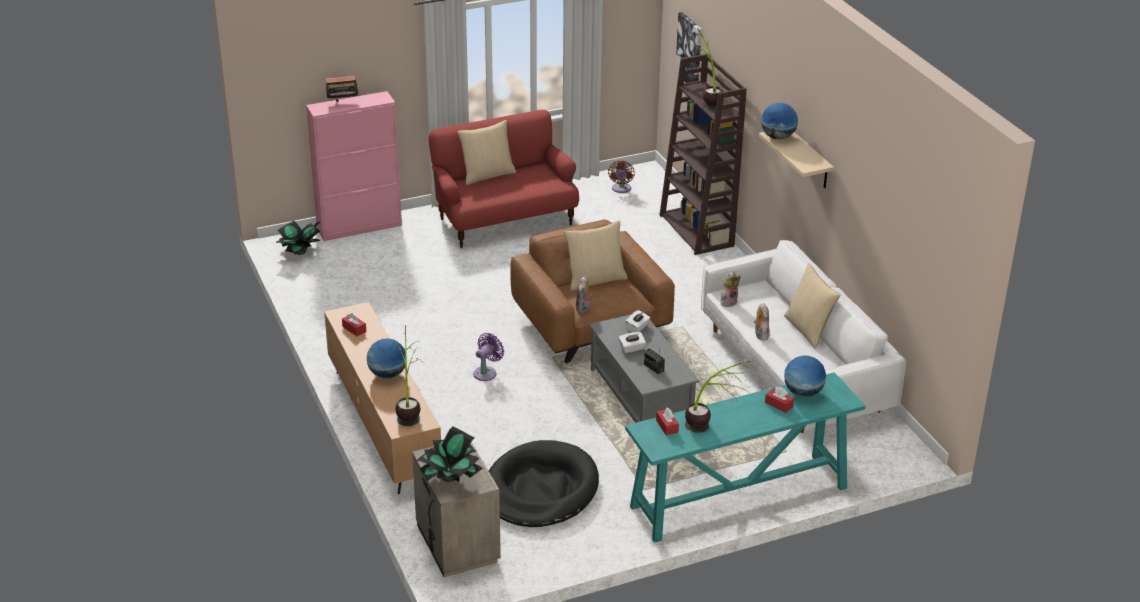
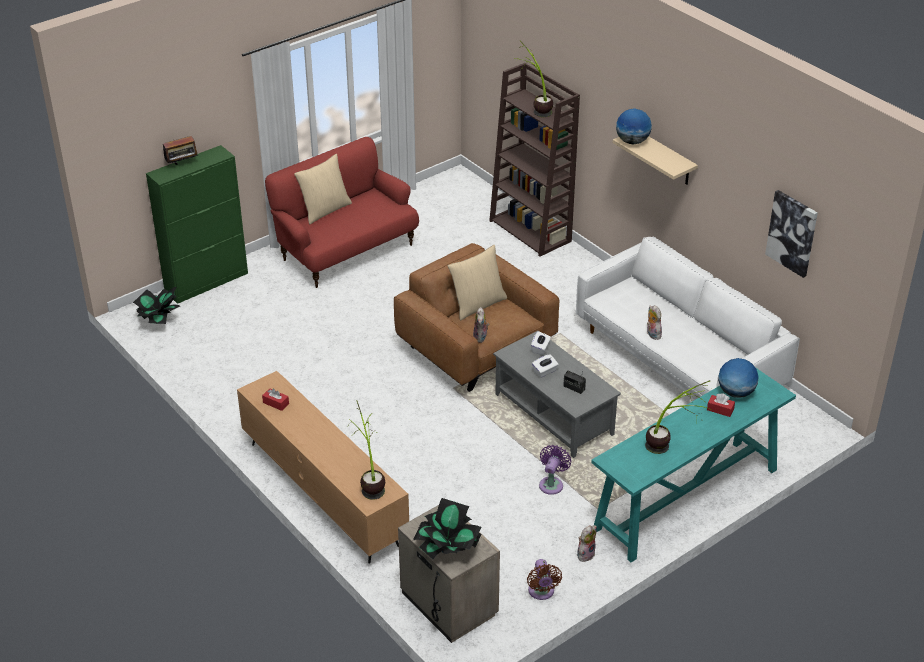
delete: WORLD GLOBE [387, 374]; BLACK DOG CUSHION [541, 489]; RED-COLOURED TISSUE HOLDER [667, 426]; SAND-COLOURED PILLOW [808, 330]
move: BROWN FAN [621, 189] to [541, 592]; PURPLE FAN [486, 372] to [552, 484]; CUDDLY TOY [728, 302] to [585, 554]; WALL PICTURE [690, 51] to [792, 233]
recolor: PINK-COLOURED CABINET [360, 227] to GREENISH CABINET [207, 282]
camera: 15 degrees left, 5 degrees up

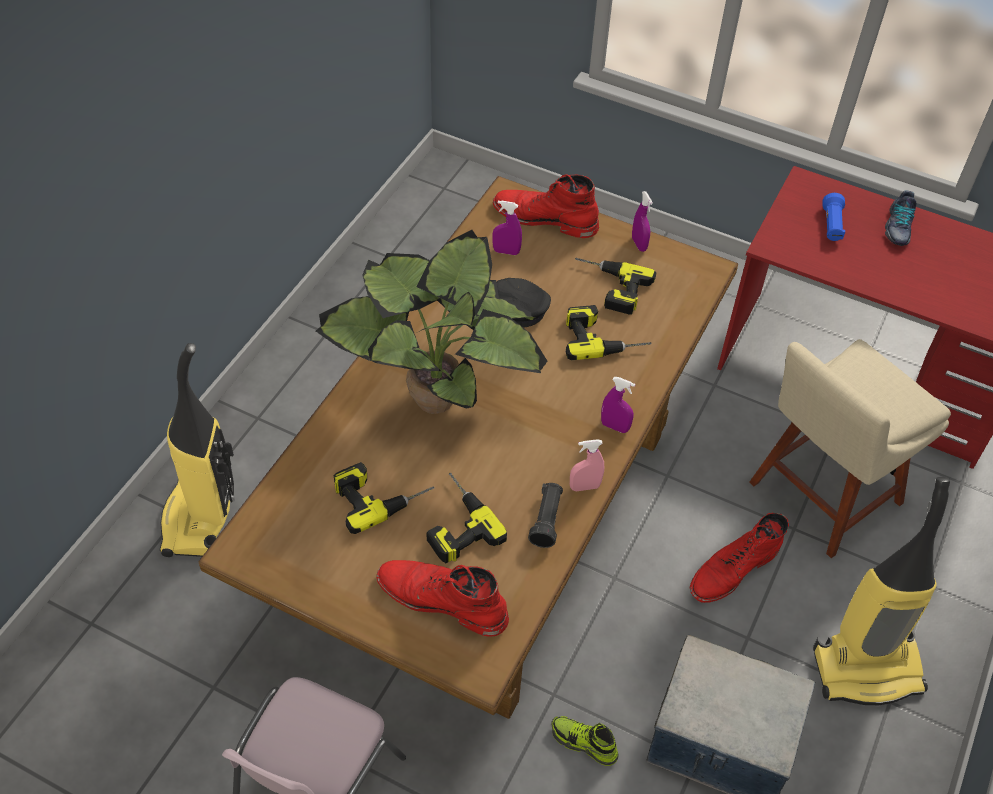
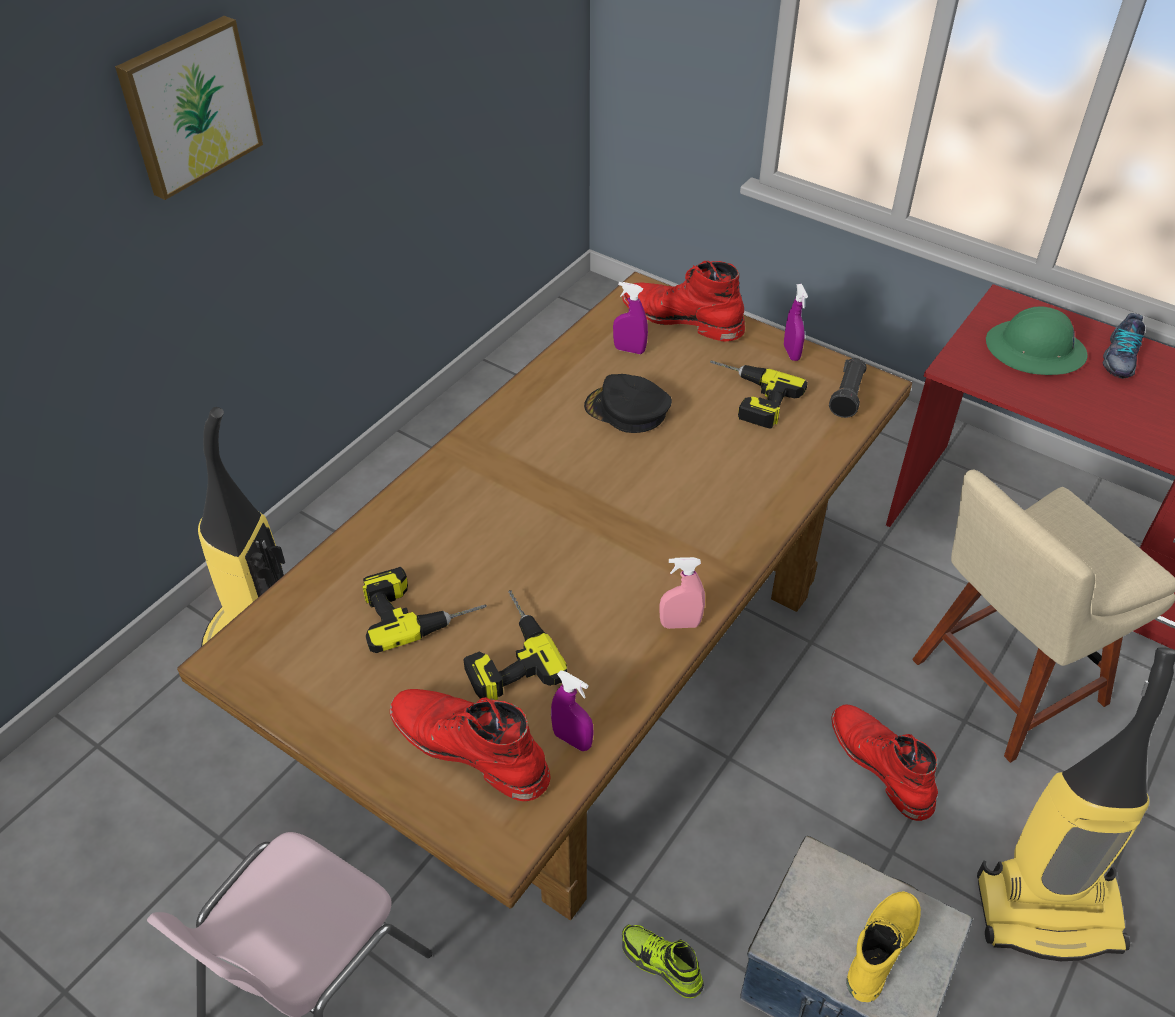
delete: PLANT IN A POT [437, 392]; POWER DRILL [603, 336]
insert: WALL PICTURE [188, 106]; YELLOW TALL BOOT [879, 947]
move: PURPLE SPRAYER [615, 427] to [572, 740]; BLACK TORCH [546, 520] to [847, 396]
replace: BLUISH TORCH [831, 226] to GREENISH HARD HAT [1035, 351]
rotate: RED-COLOURED TALL BOOT [733, 570] = [881, 764] 90 degrees clockwise
camera: 10 degrees right, 5 degrees down

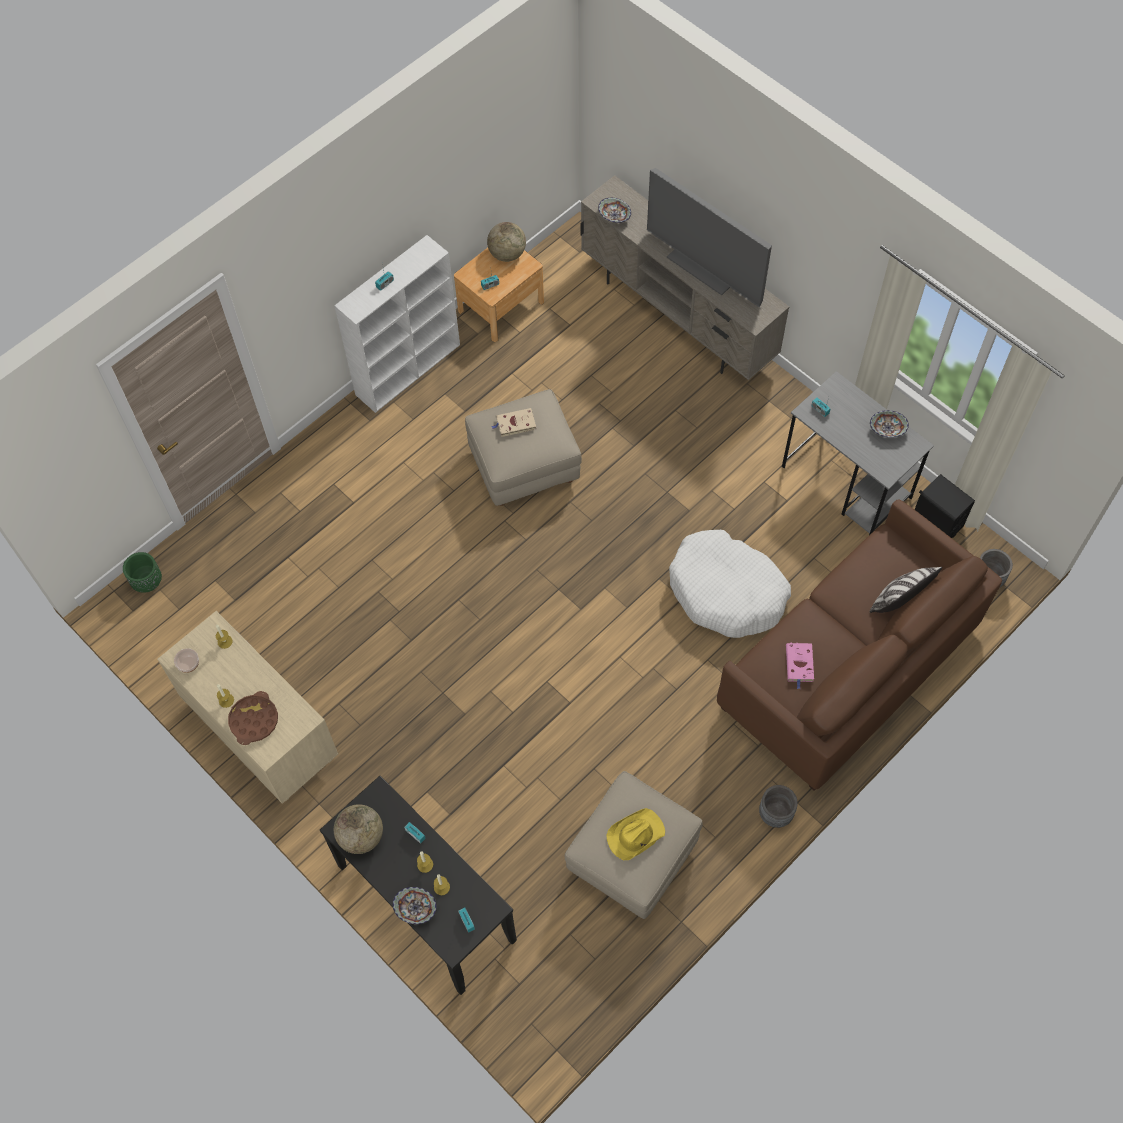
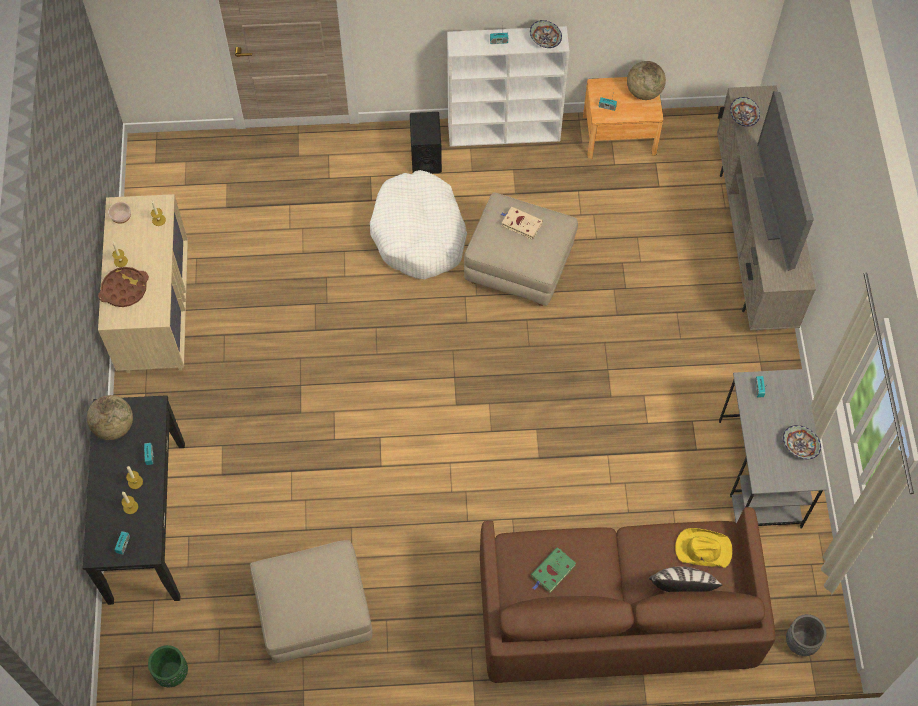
delete: GRAY PLANTER [775, 814]
move: GREENISH PLANTER [147, 582] to [171, 672]; WHITISH DOG CUSHION [726, 591] to [419, 234]; BLACK AUDIO SPEAKER [936, 522] to [426, 157]; SERVING BOWL [416, 908] to [545, 40]; YELLOW WEARABLE HAT [635, 835] to [702, 549]
recolor: PINK-COLOURED BOUND BOOK [799, 665] to GREENISH BOUND BOOK [552, 572]
camera: 40 degrees right, 0 degrees up

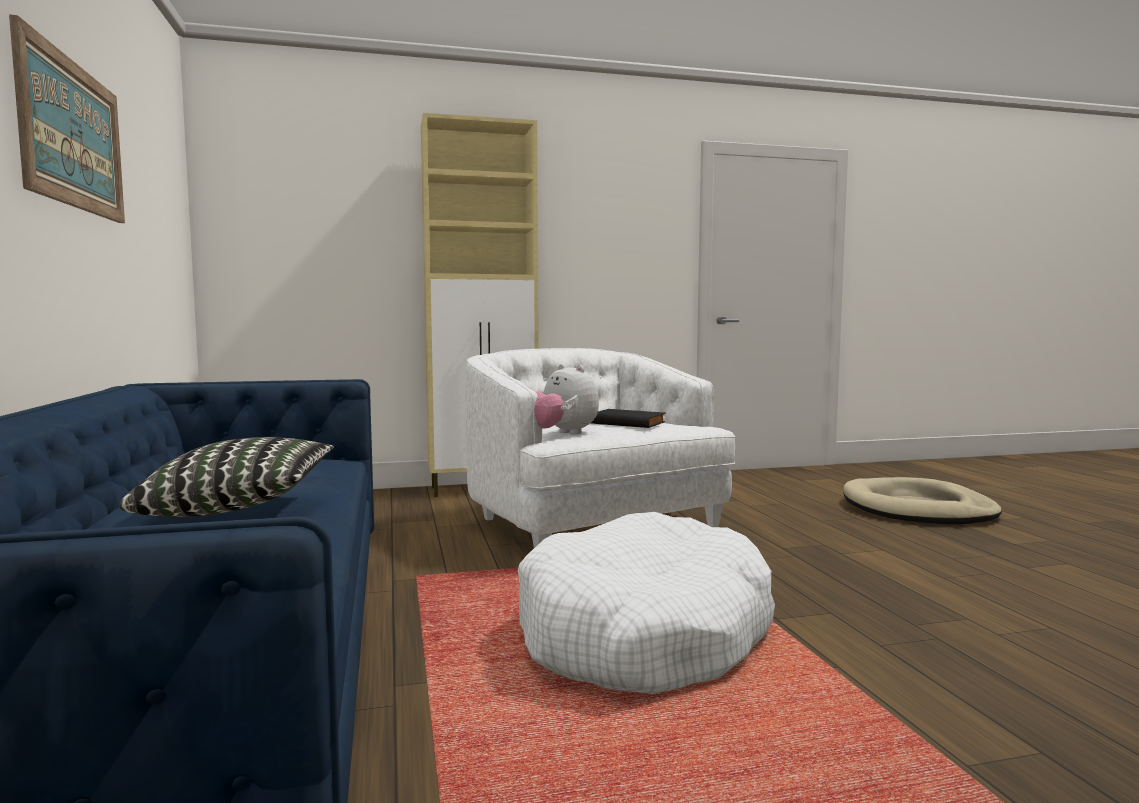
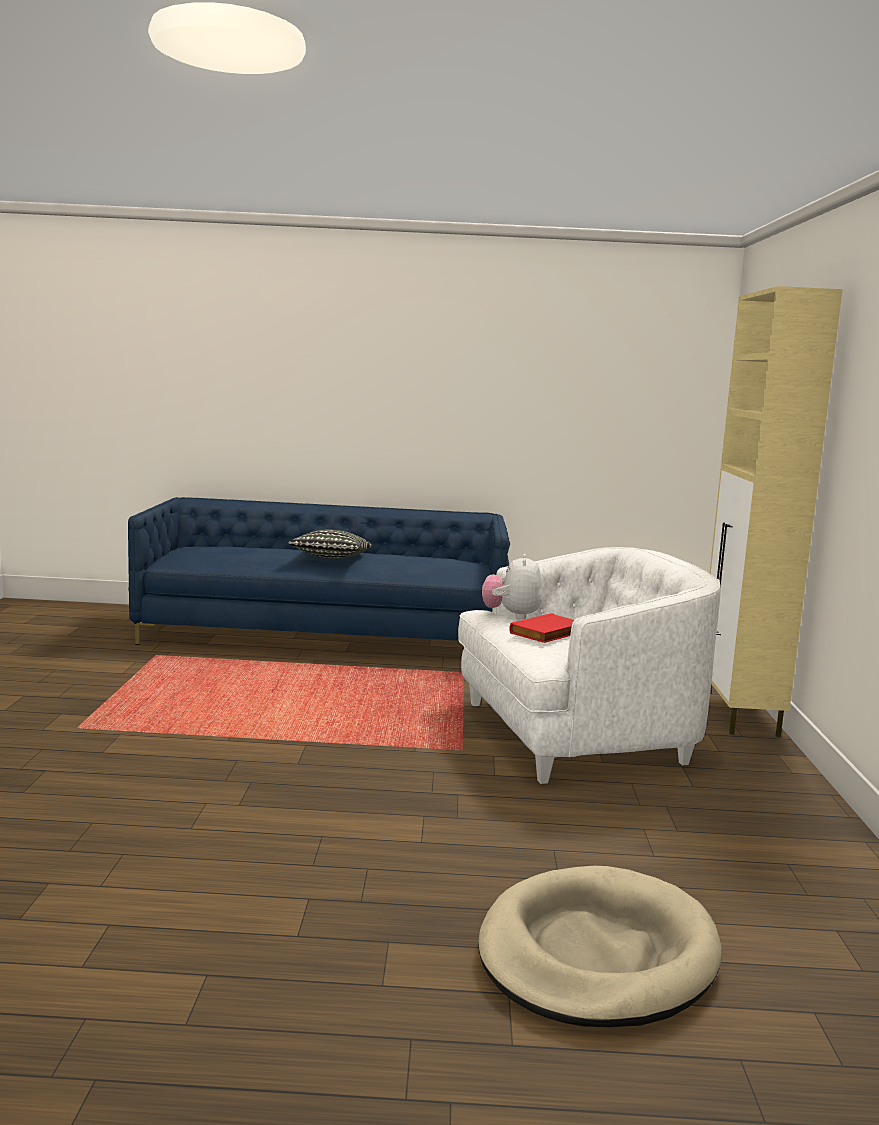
delete: WALL PICTURE [73, 135]; WHITISH DOG CUSHION [644, 634]
recolor: BLACK BOUND BOOK [628, 422] to RED-COLOURED BOUND BOOK [548, 633]
rotate: CUDDLY TOY [563, 434] = [511, 616] 60 degrees counterclockwise
camera: 105 degrees right, 5 degrees up

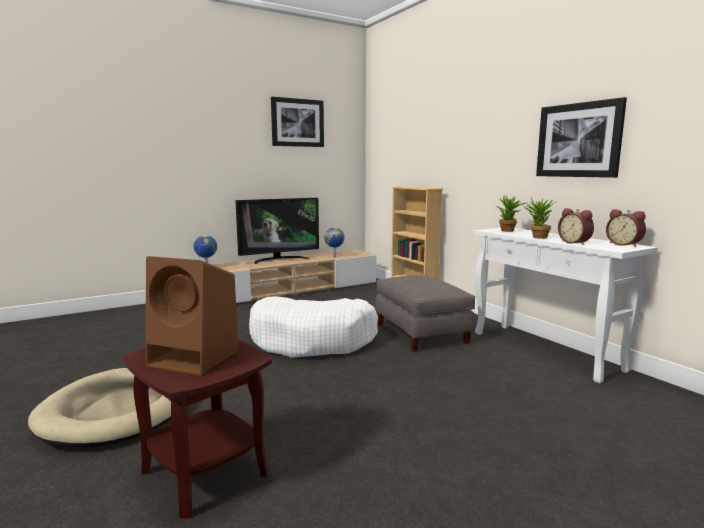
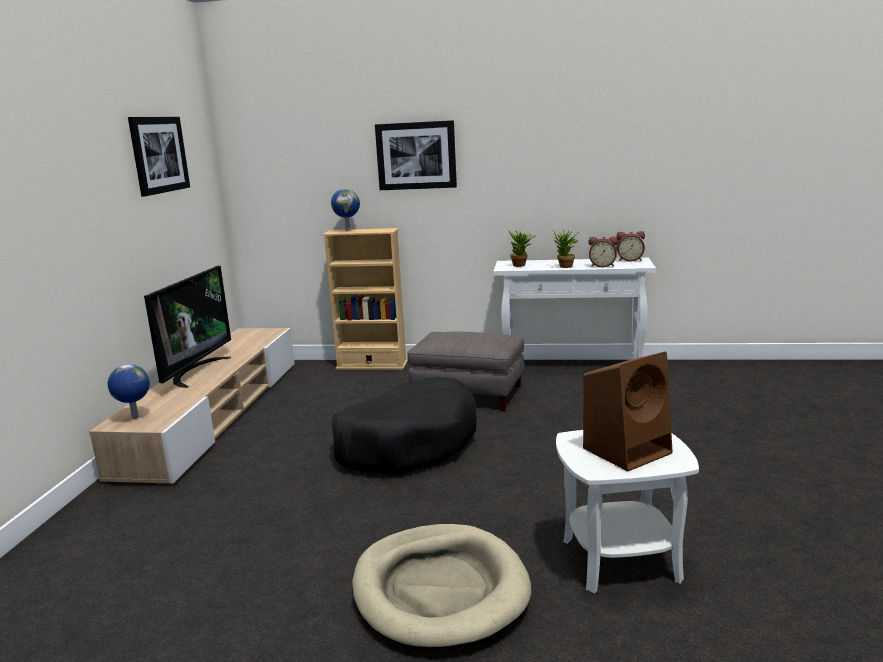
move: WORLD GLOBE [335, 256] to [348, 230]; WALL PICTURE [578, 140] to [416, 155]
recolor: WHITISH DOG CUSHION [313, 340] to BLACK DOG CUSHION [407, 443]; BROWN ACCENT TABLE [206, 472] to WHITISH ACCENT TABLE [620, 559]
camera: 50 degrees left, 5 degrees up

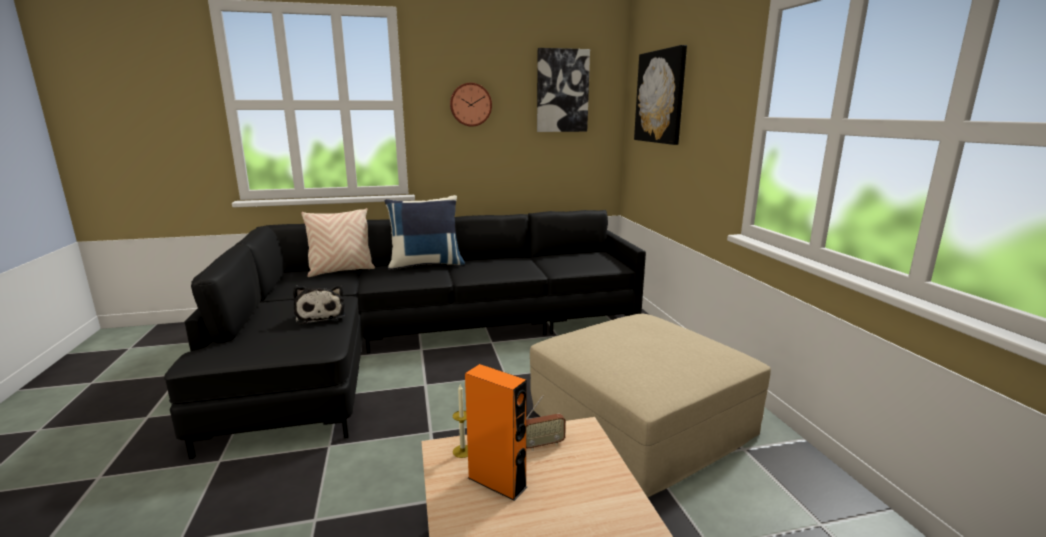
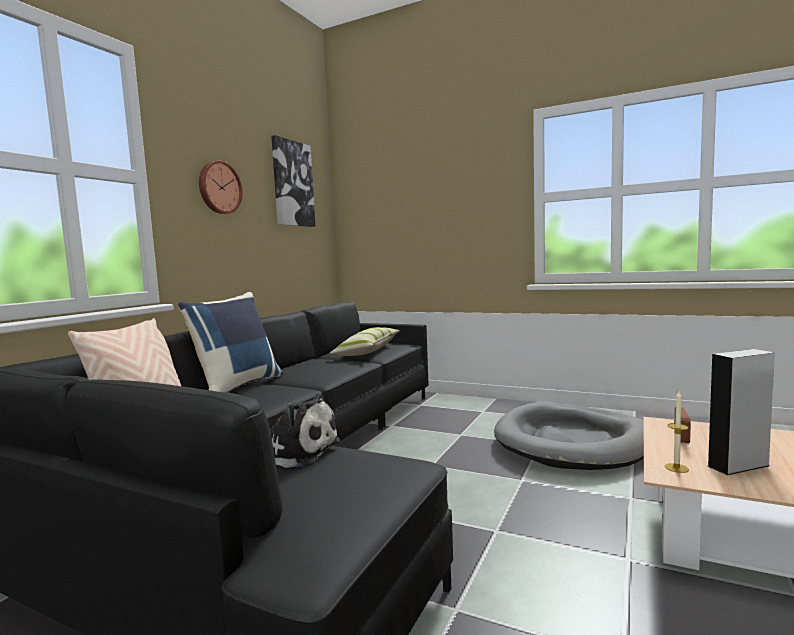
delete: WALL PICTURE [660, 97]
insert: PILLOW [368, 351]
replace: SAND-COLOURED OTTOMAN [641, 422] to GRAY DOG CUSHION [572, 442]
recolor: ORANGEY AUDIO SPEAKER [497, 482] to GRAY AUDIO SPEAKER [738, 466]
camera: 50 degrees left, 10 degrees down

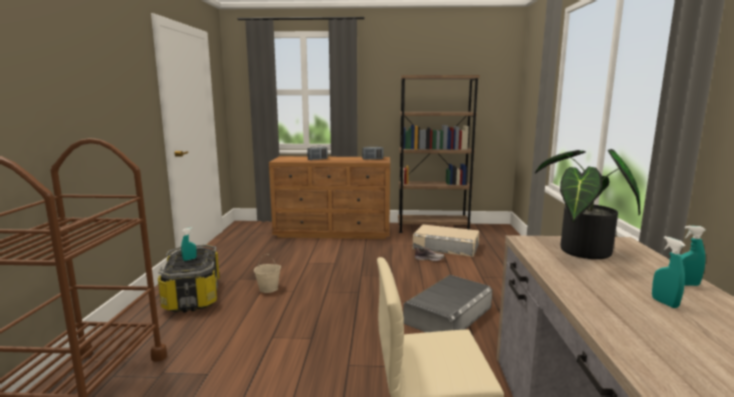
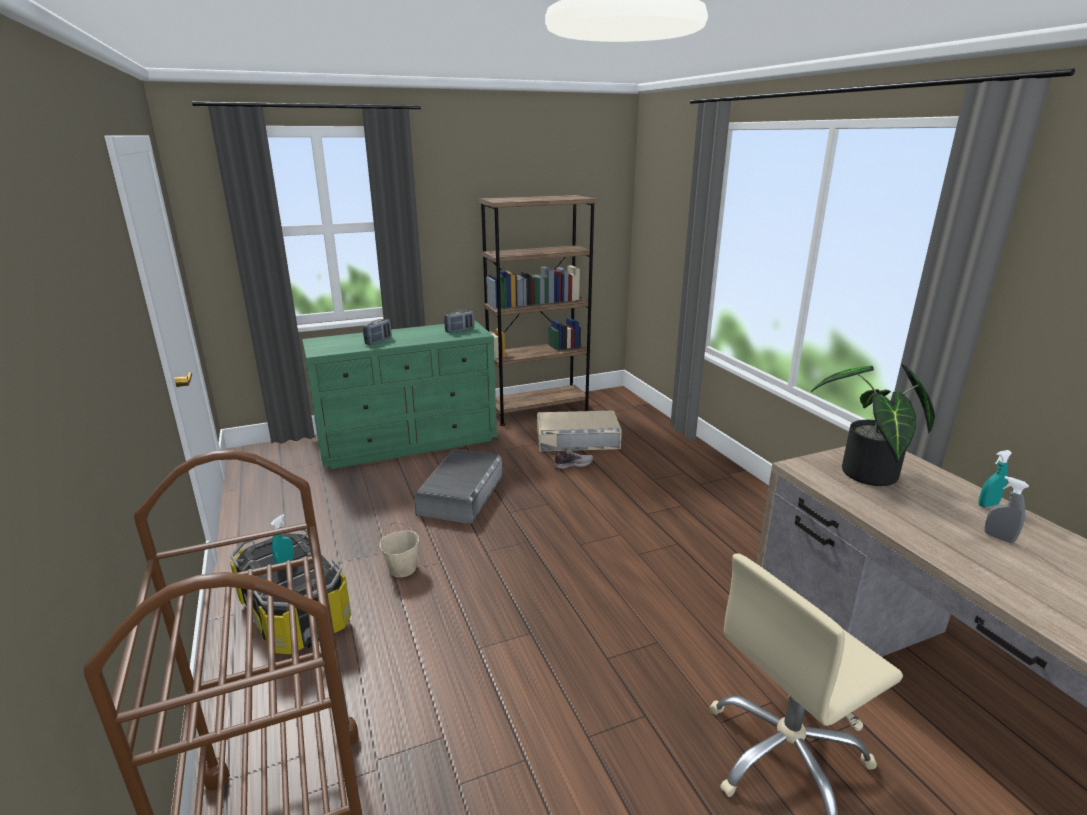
move: GRAY STORAGE BIN [448, 314] to [461, 494]
recolor: BROWN DRESSER [334, 232] to GREENISH DRESSER [409, 442]; BLUE-GREEN SPRAYER [664, 303] to GRAY SPRAYER [998, 537]
camera: 25 degrees left, 10 degrees up

